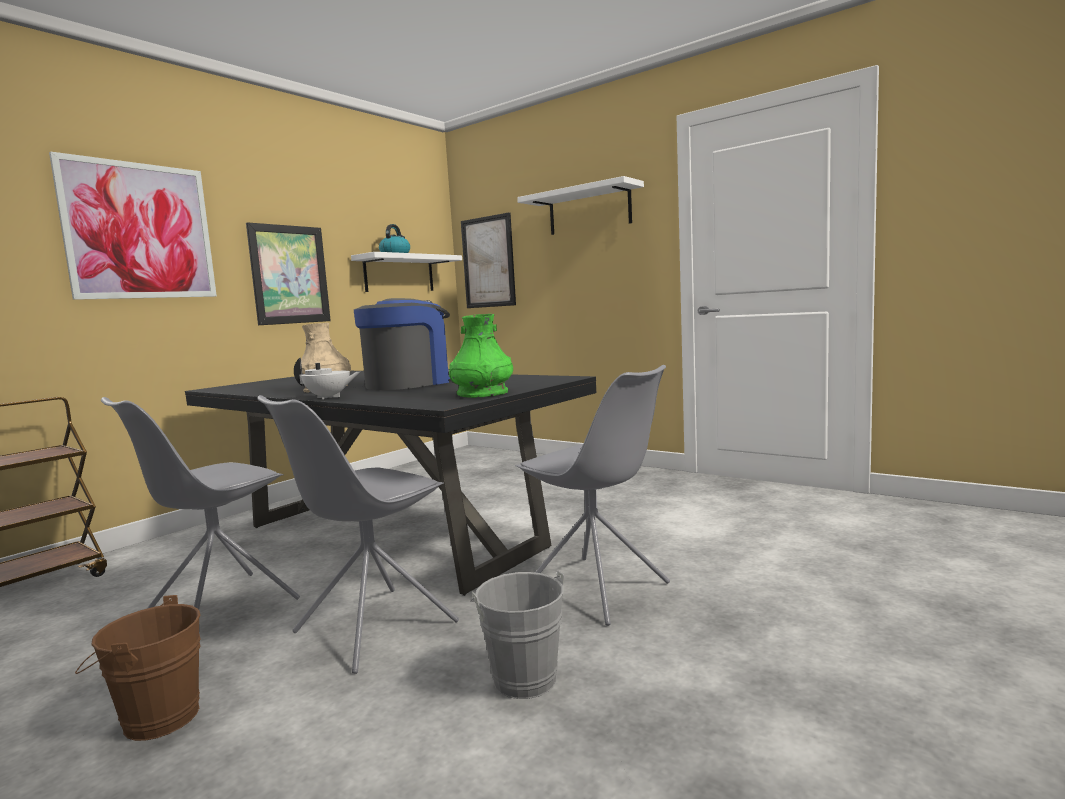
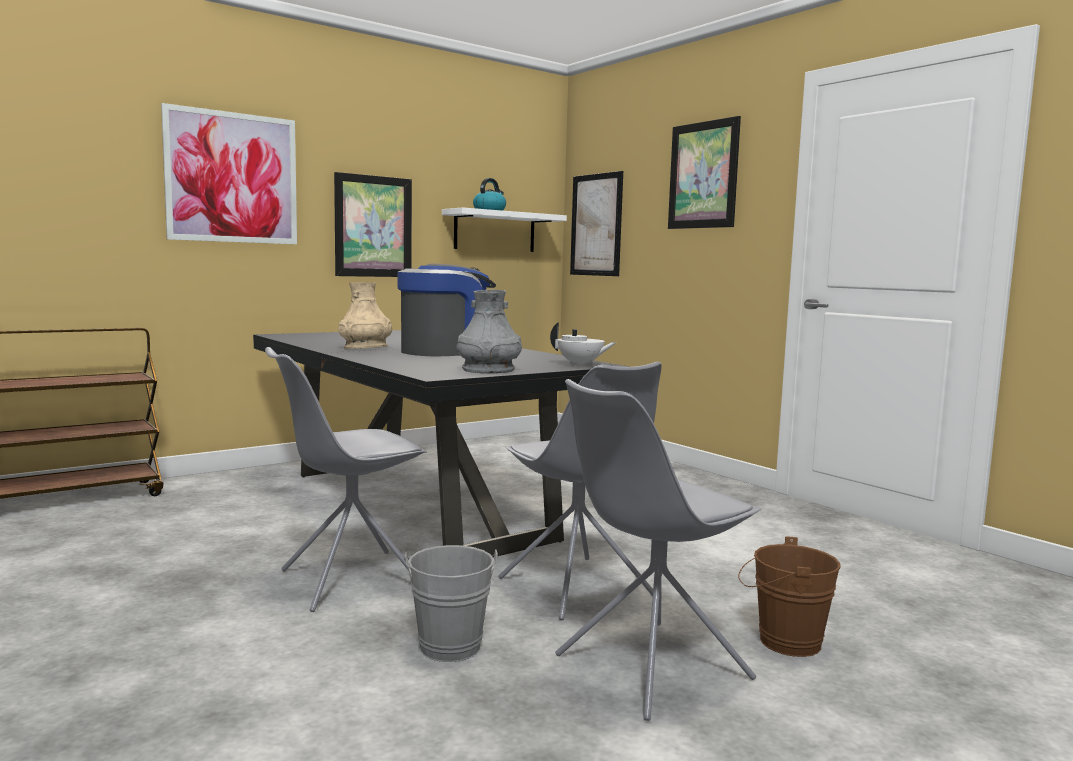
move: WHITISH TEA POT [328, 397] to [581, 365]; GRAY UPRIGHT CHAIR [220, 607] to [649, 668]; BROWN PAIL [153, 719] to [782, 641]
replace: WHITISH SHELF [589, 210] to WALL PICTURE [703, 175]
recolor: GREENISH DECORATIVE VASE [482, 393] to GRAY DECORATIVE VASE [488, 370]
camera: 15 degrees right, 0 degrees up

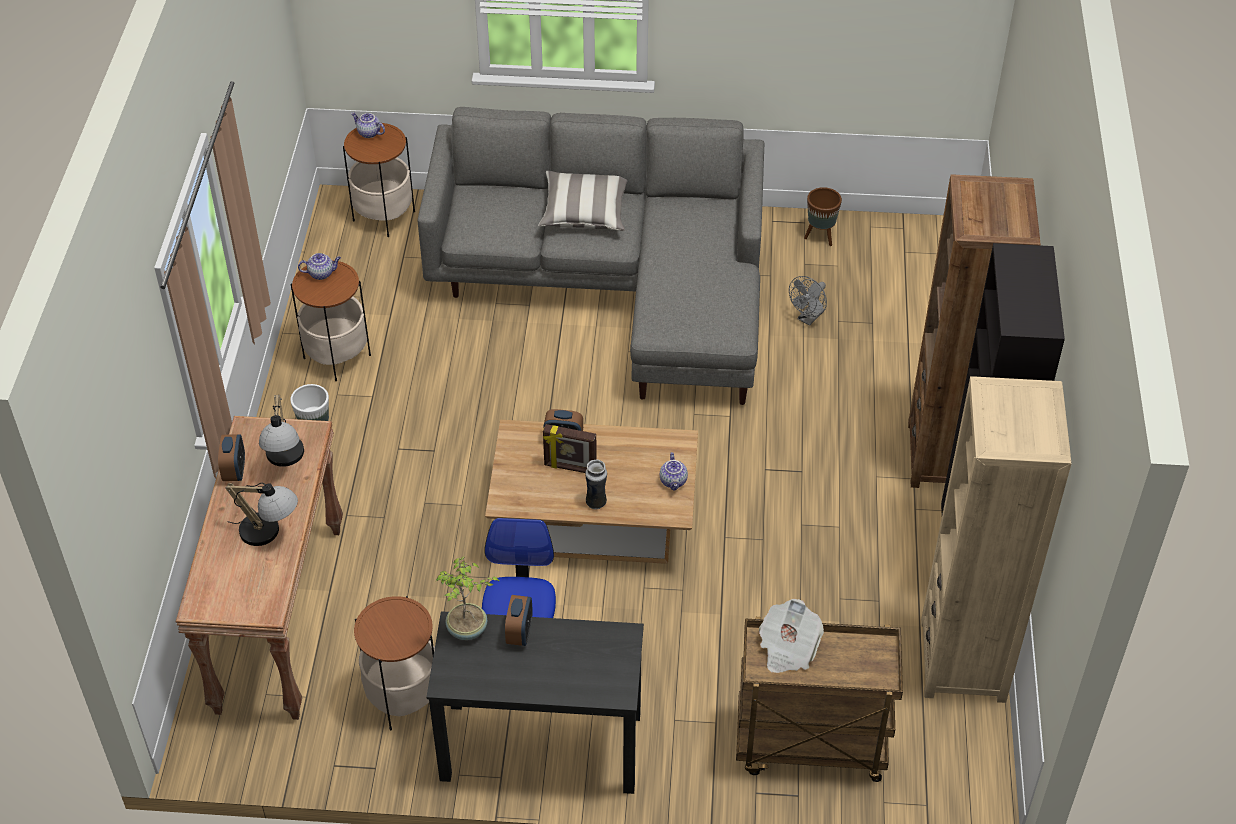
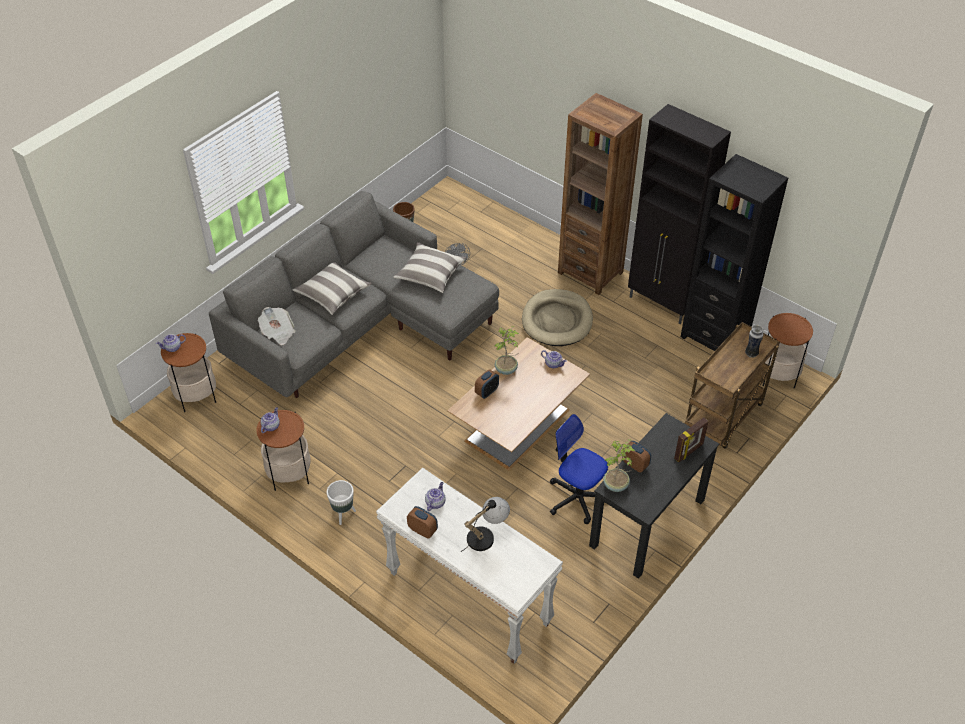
insert: PILLOW [430, 274]; PLANT IN A POT [506, 369]; SAND-COLOURED DOG CUSHION [557, 320]
move: DAILY PAPER [788, 648] to [278, 332]; PICTURE FRAME [570, 468] to [689, 452]; DECORATIVE VASE [596, 502] to [751, 353]; ACCENT TABLE [403, 698] to [777, 375]
replace: TABLETOP LAMP [285, 460] to TEA POT [435, 502]
recolor: BROWN HALL TABLE [278, 618] to WHITISH HALL TABLE [467, 599]; SAND-COLOURED BOOKCASE [963, 660] to BLACK BOOKCASE [715, 336]
camera: 55 degrees left, 0 degrees up

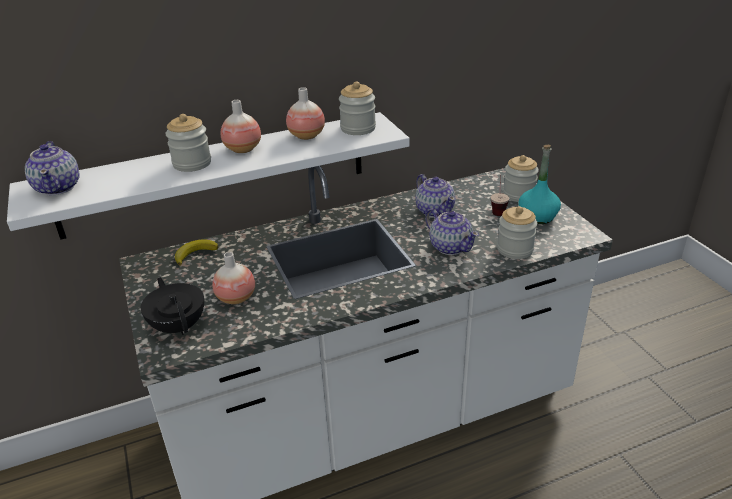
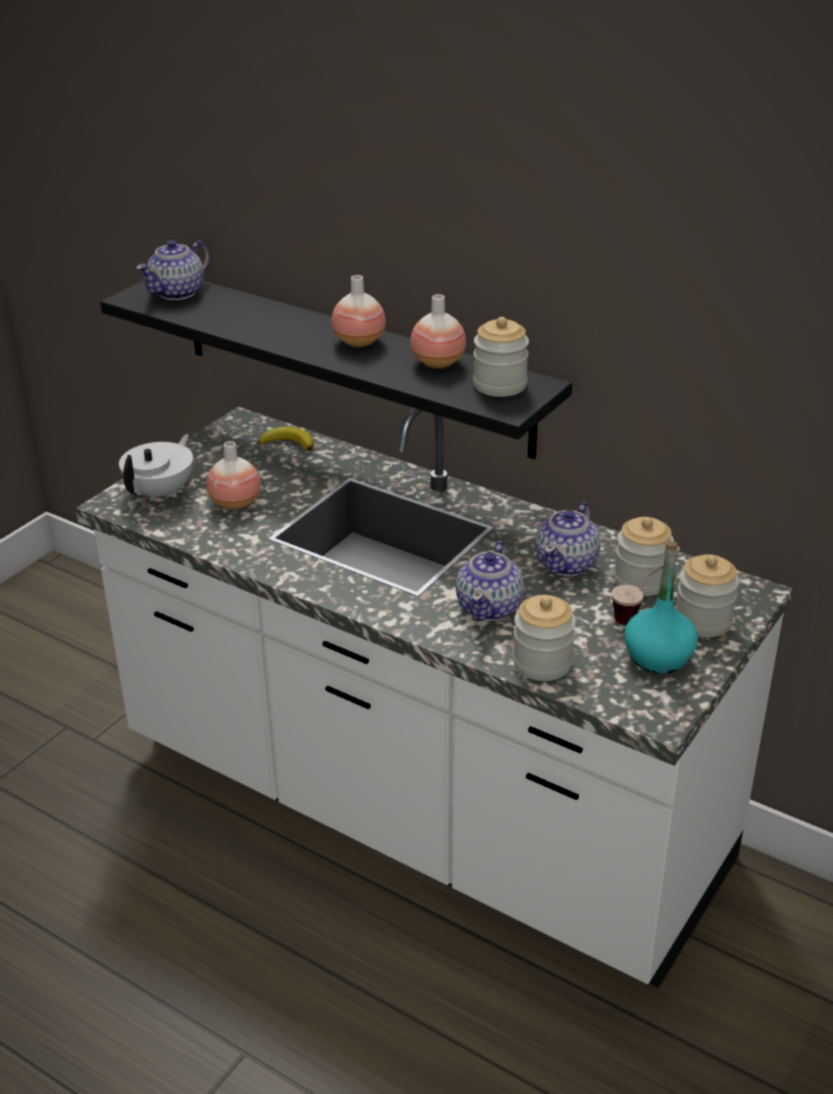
move: JAR [192, 163] to [641, 581]
recolor: WHITISH SHELF [215, 174] to BLACK SHELF [352, 362]; BLACK TEA POT [179, 325] to WHITISH TEA POT [162, 492]
camera: 55 degrees right, 0 degrees up

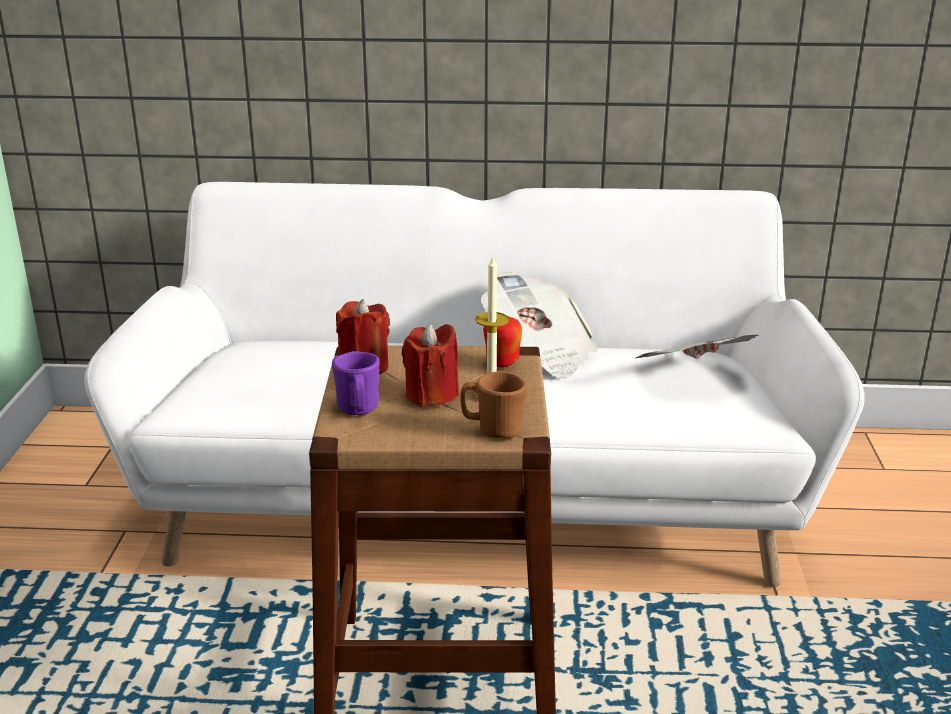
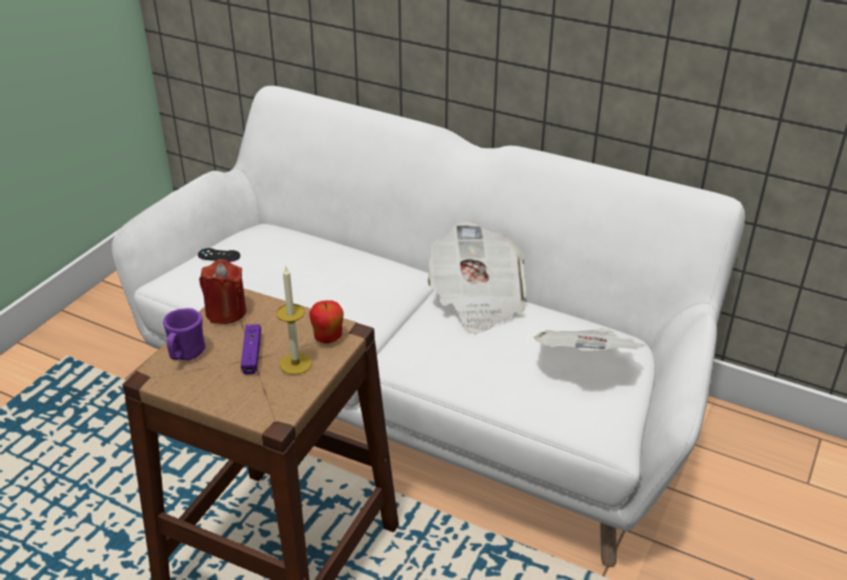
delete: BROWN TEA MUG [493, 429]
insert: BLACK GAME CONTROLLER [219, 255]
replace: RED-COLOURED WAX LIGHT [431, 394] to PURPLE GAME CONTROLLER [252, 354]
camera: 25 degrees right, 10 degrees up

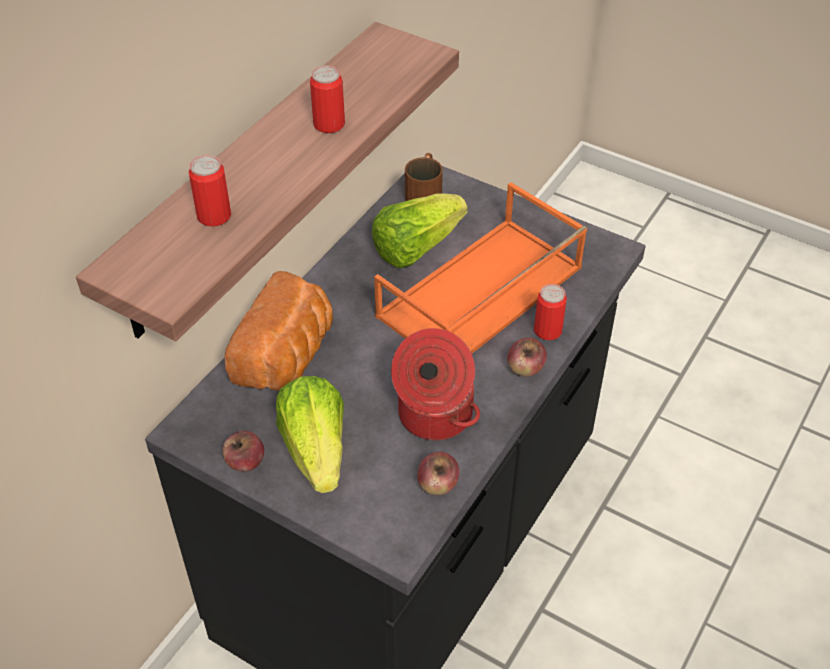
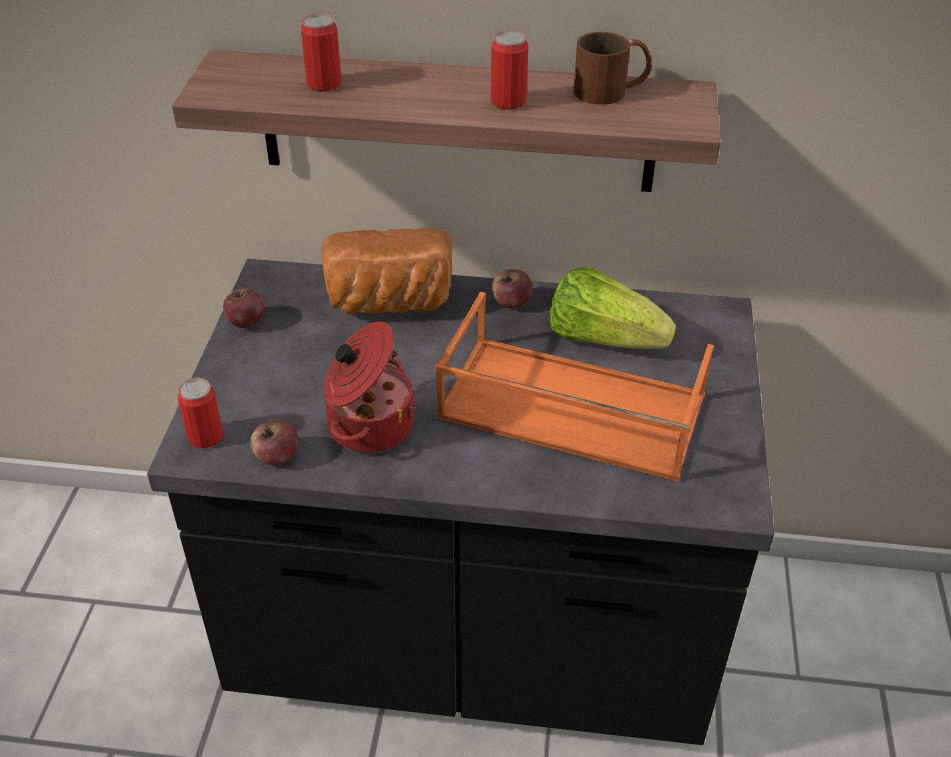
delete: LETTUCE HEAD [316, 450]
move: SEALED CAN [547, 330] to [205, 437]; APPLE FRUIT [525, 369] to [511, 303]; BROWN TEA MUG [425, 191] to [612, 90]
camera: 65 degrees right, 5 degrees down

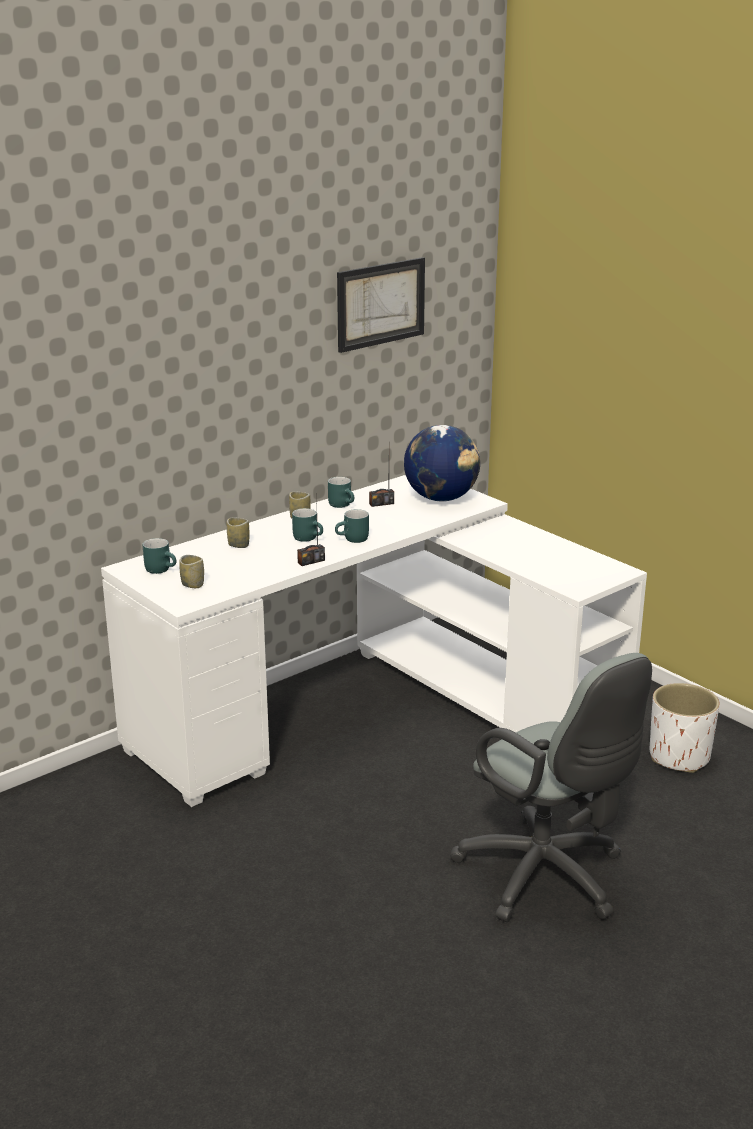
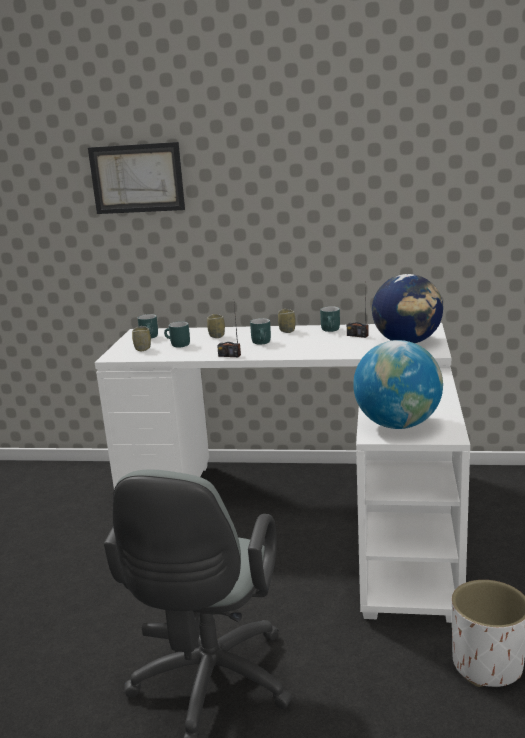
insert: WORLD GLOBE [397, 425]
move: WALL PICTURE [380, 304] to [137, 178]; BLUE-GREEN TEA MUG [353, 540] to [177, 345]
camera: 50 degrees right, 5 degrees down

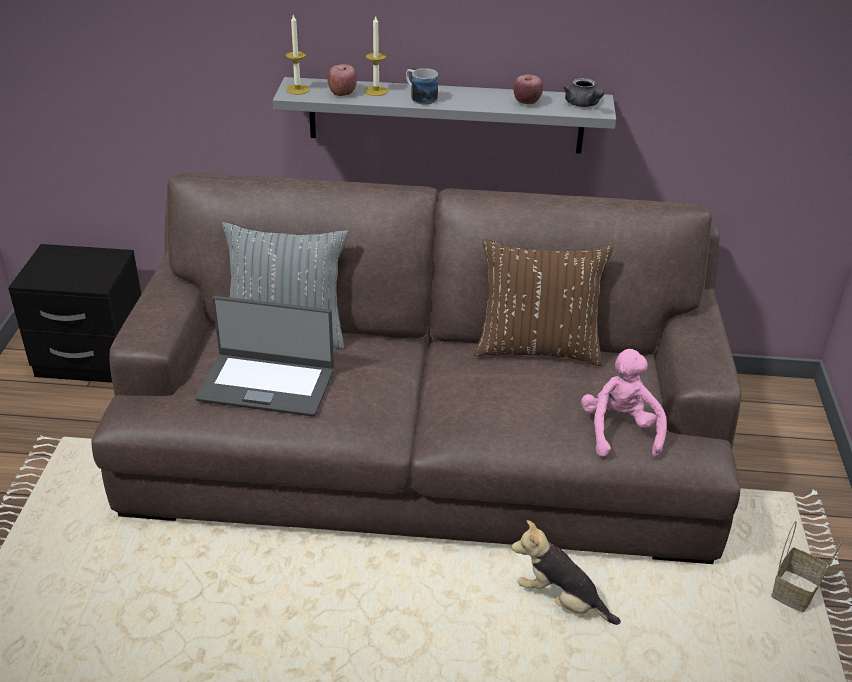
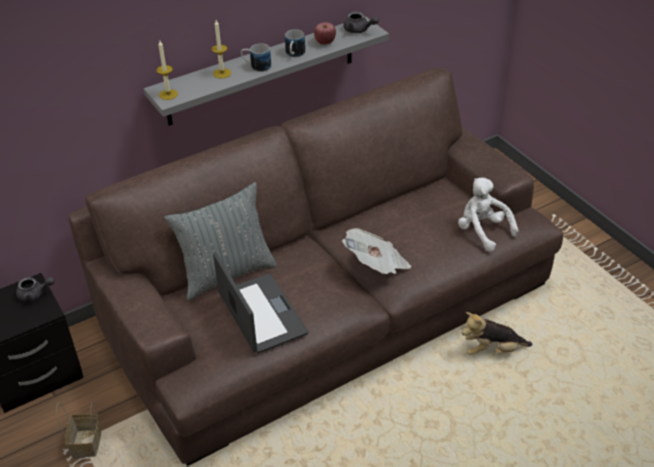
delete: APPLE FRUIT [342, 93]; BROWN PILLOW [537, 348]
insert: GRAY TEA POT [35, 294]; TEA MUG [294, 54]; DAILY PAPER [376, 265]
move: STORAGE BASKET [794, 593] to [87, 445]
recolor: PINK-COLOURED CUDDLY TOY [619, 431] to WHITISH CUDDLY TOY [482, 231]
rotate: NOTEBOOK COMPUTER [267, 384] = [261, 314] 90 degrees counterclockwise
camera: 35 degrees left, 5 degrees up

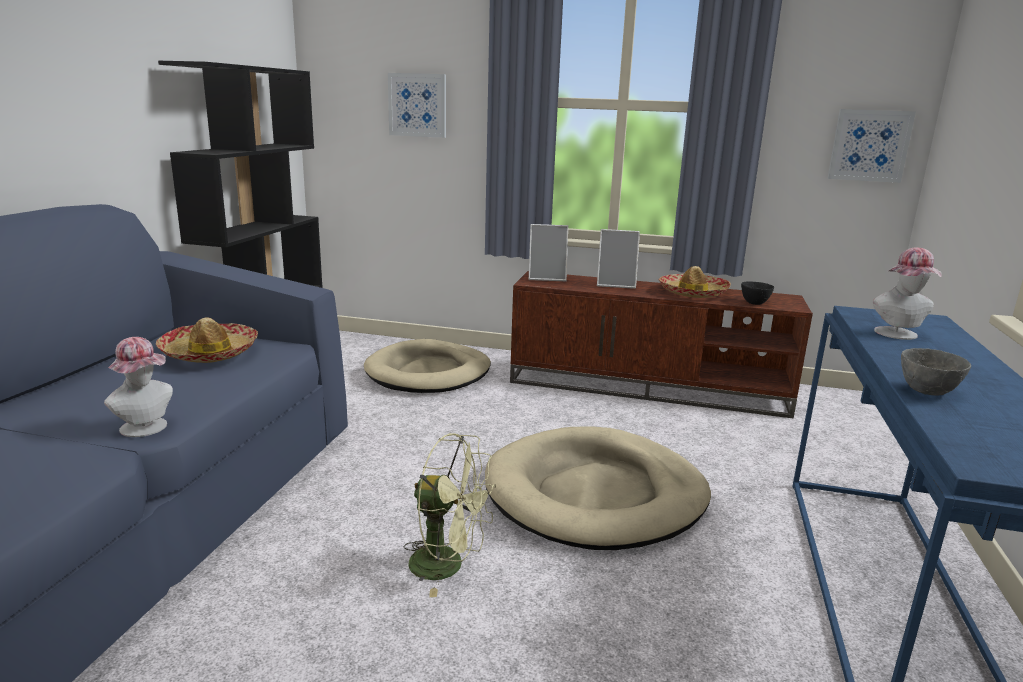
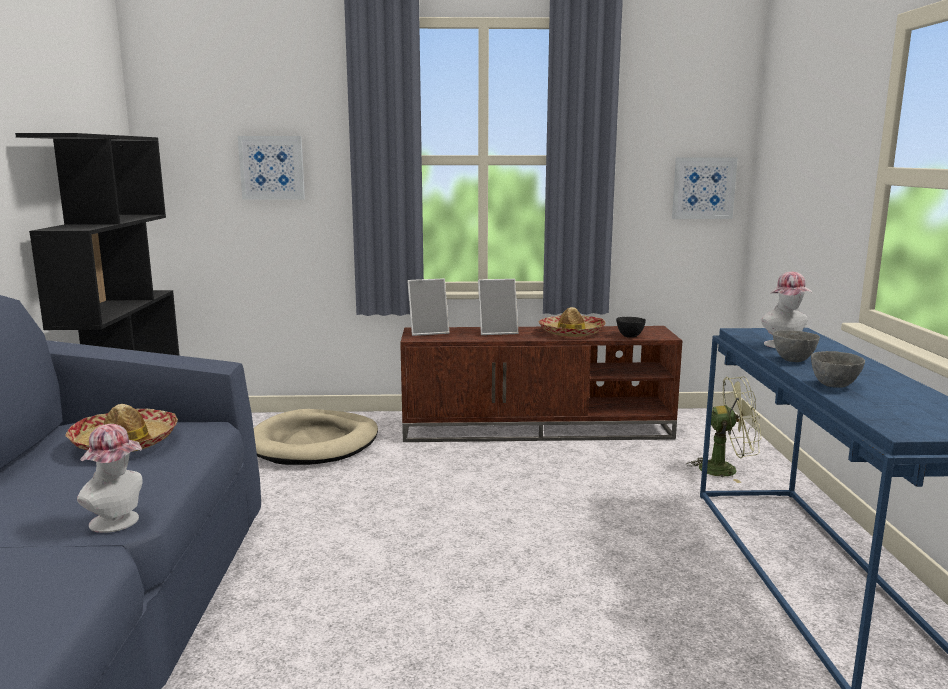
delete: SAND-COLOURED DOG CUSHION [595, 494]
insert: GRAY SERVING BOWL [792, 360]
move: GREENISH FAN [448, 566] to [726, 469]
camera: 15 degrees left, 5 degrees down

